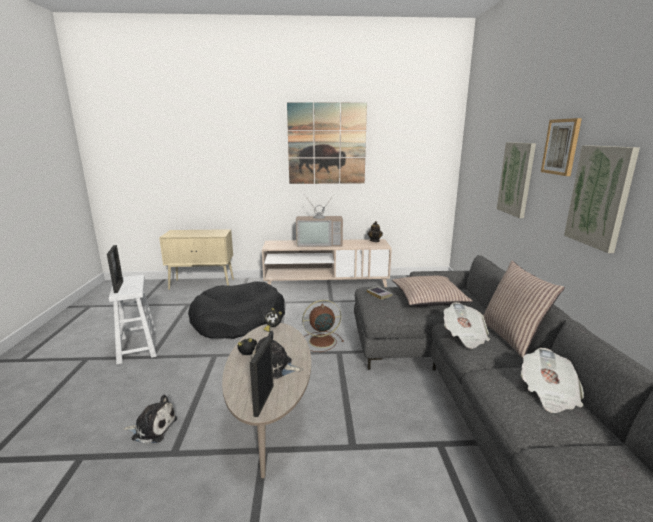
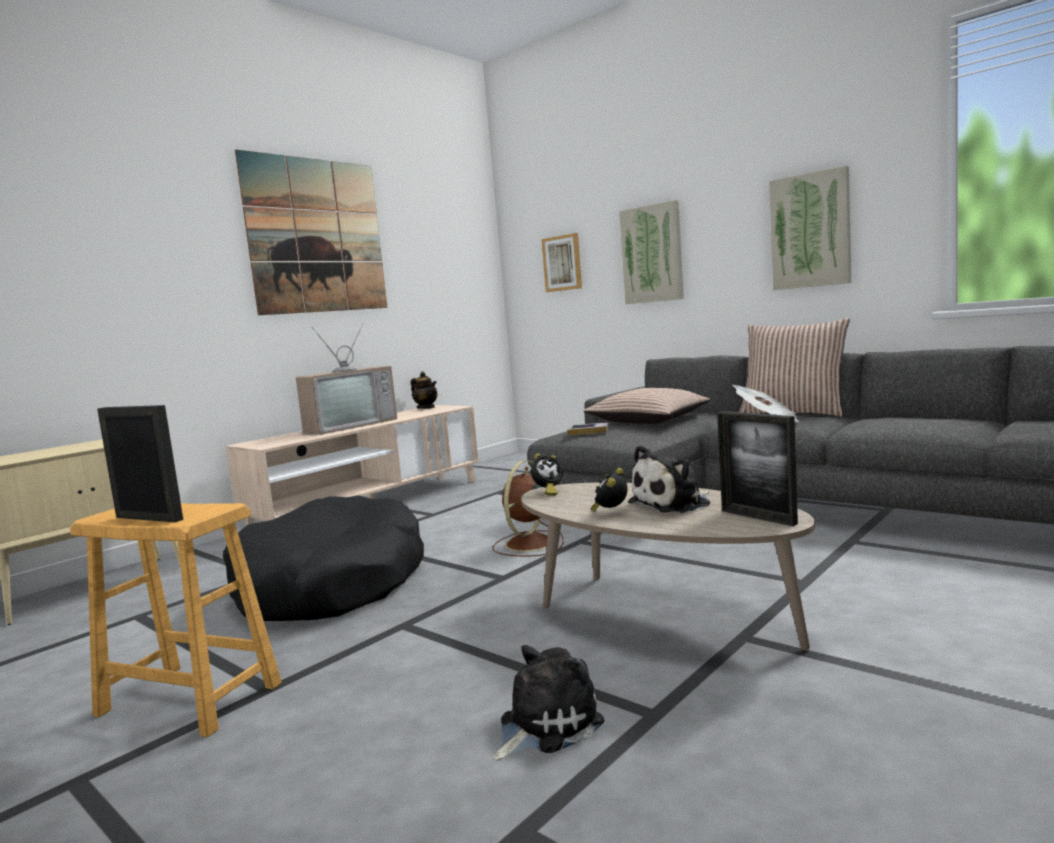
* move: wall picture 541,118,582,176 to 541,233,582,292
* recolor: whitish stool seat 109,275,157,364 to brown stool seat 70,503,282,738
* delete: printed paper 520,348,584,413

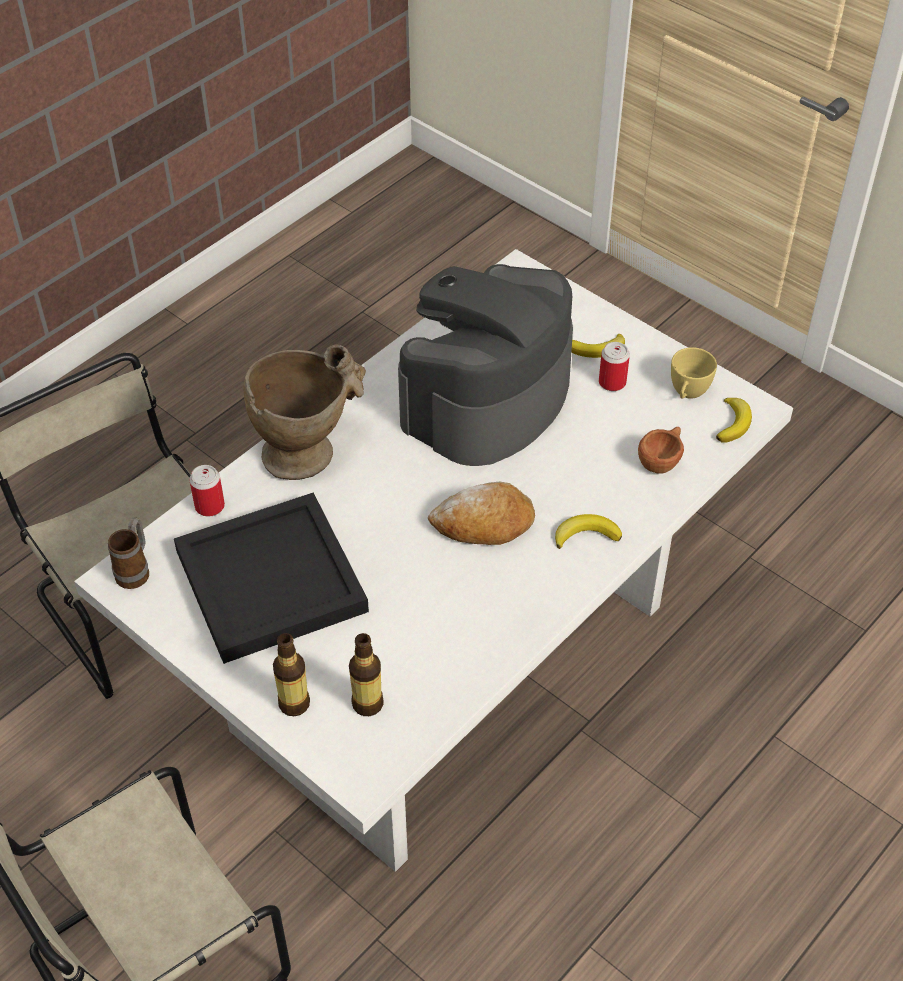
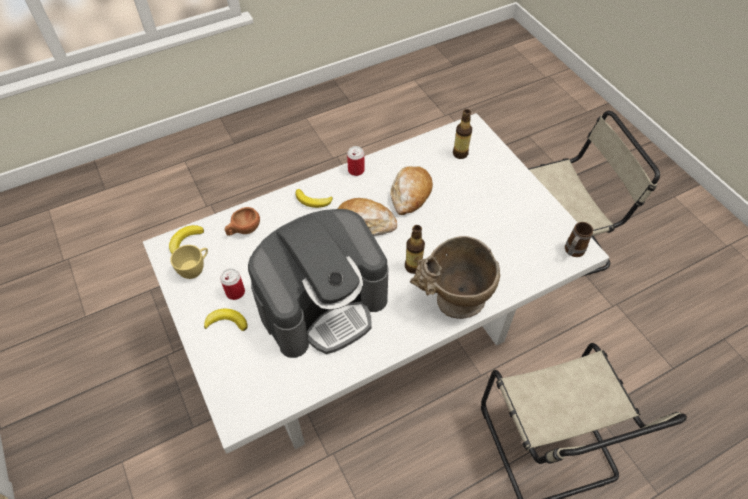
* move: sealed can 189,465,225,517 to 347,146,365,176
* delete: black carrying tray 174,493,369,664
* move: beverage bottle 273,633,310,716 to 405,225,425,274
* insert: bread 390,166,433,215

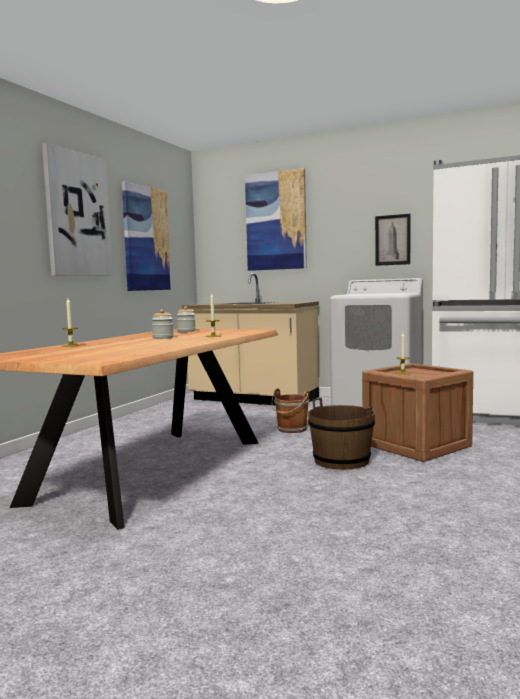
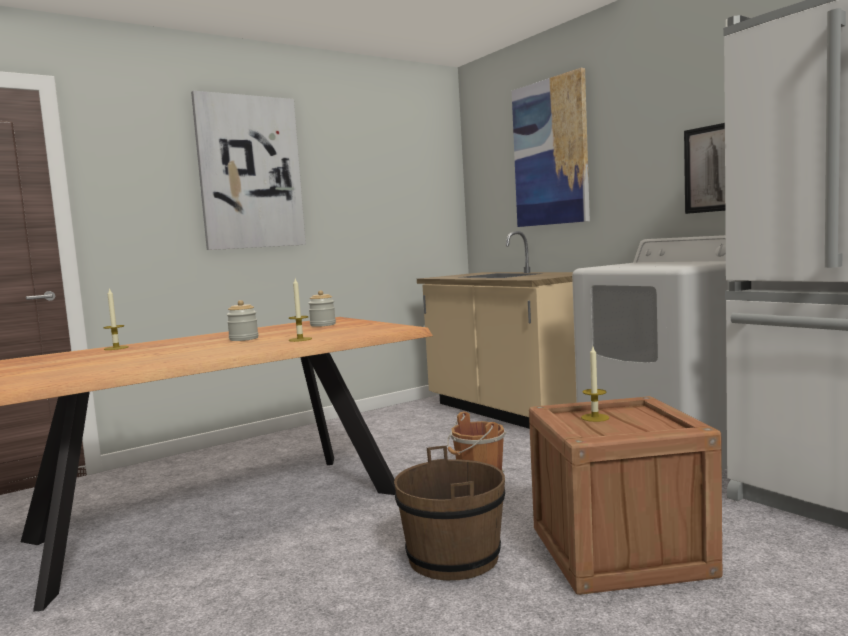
* delete: wall picture 122,181,171,291

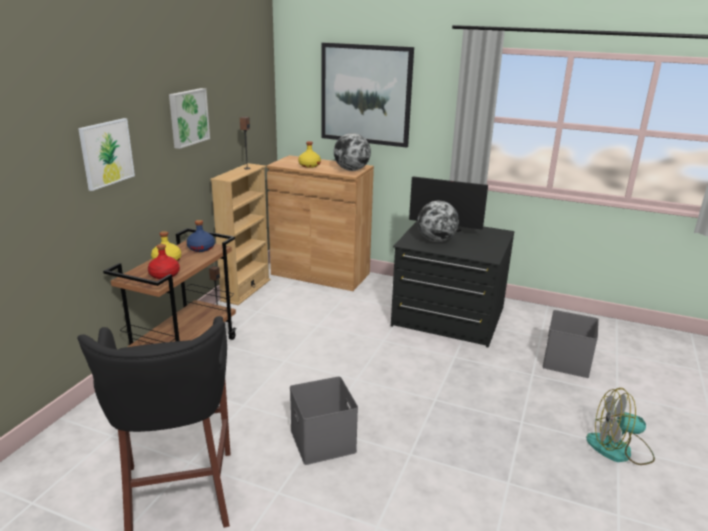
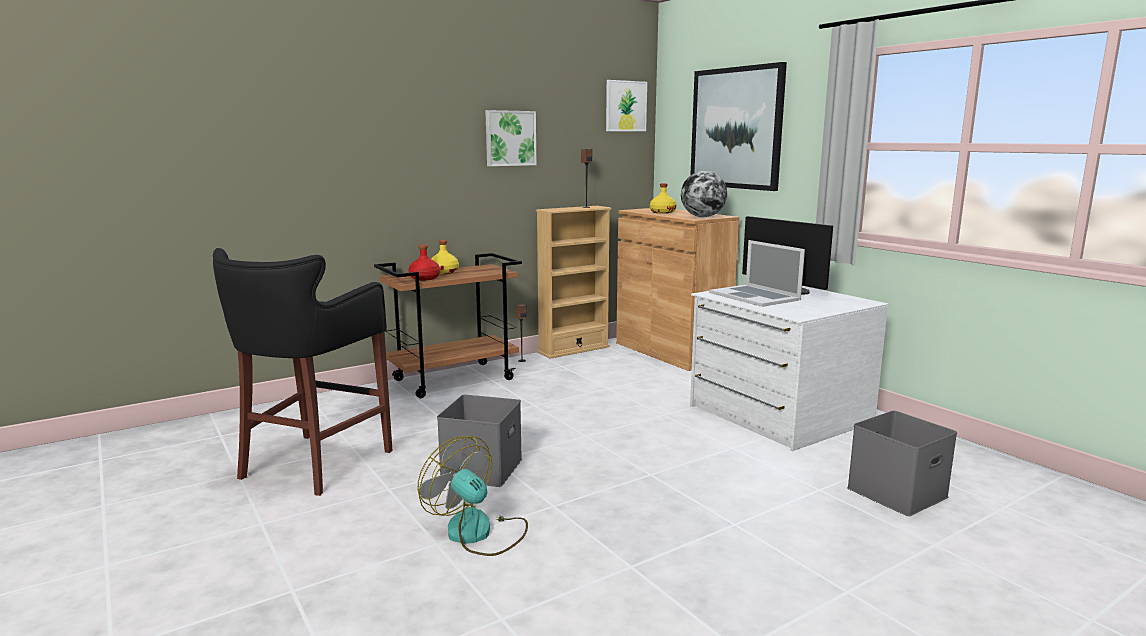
* move: wall picture 78,118,135,191 to 606,80,647,131
* replace: world globe 417,201,459,242 to laptop 709,240,805,307
* delete: blue-coloured beverage bottle 187,220,215,252
* recolor: black dresser 391,221,515,347 to whitish dresser 690,286,889,451
* move: fan 586,388,655,465 to 418,436,528,556

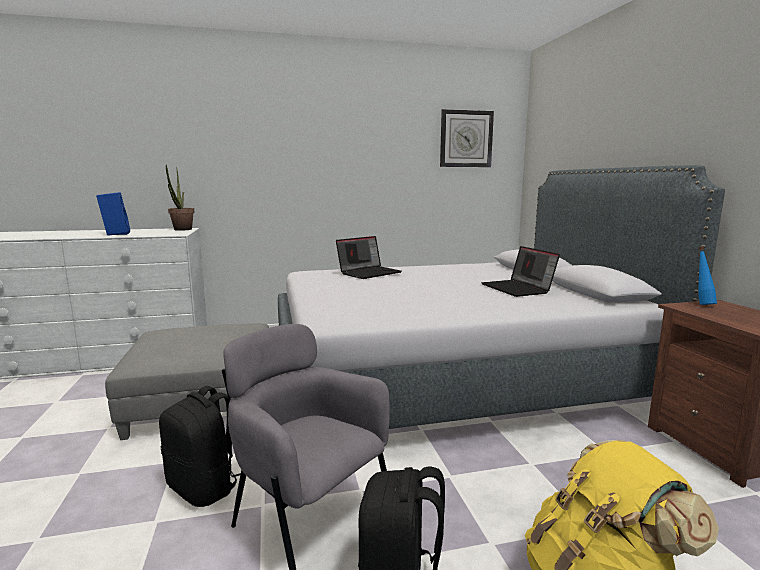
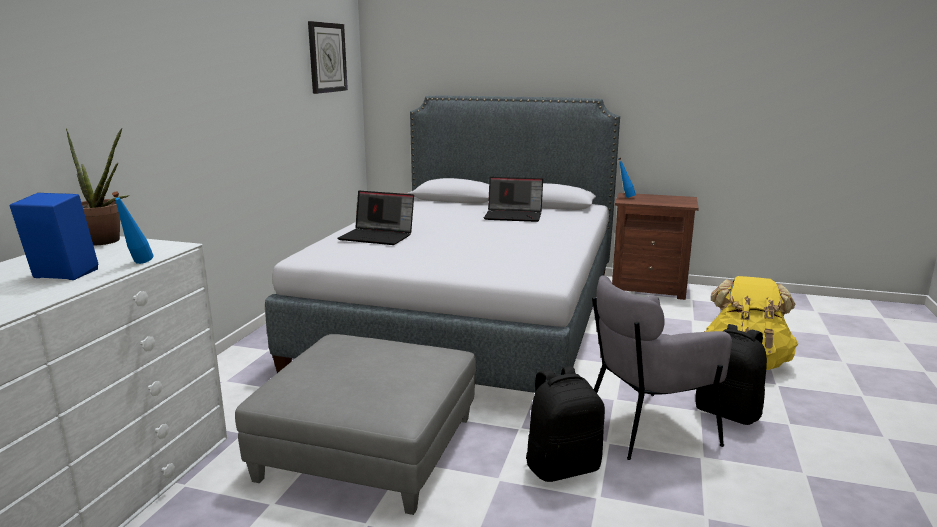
* rotate: laptop 336,236,402,279 = 338,191,414,245 120 degrees clockwise
* insert: blue-coloured beverage bottle 112,192,153,264

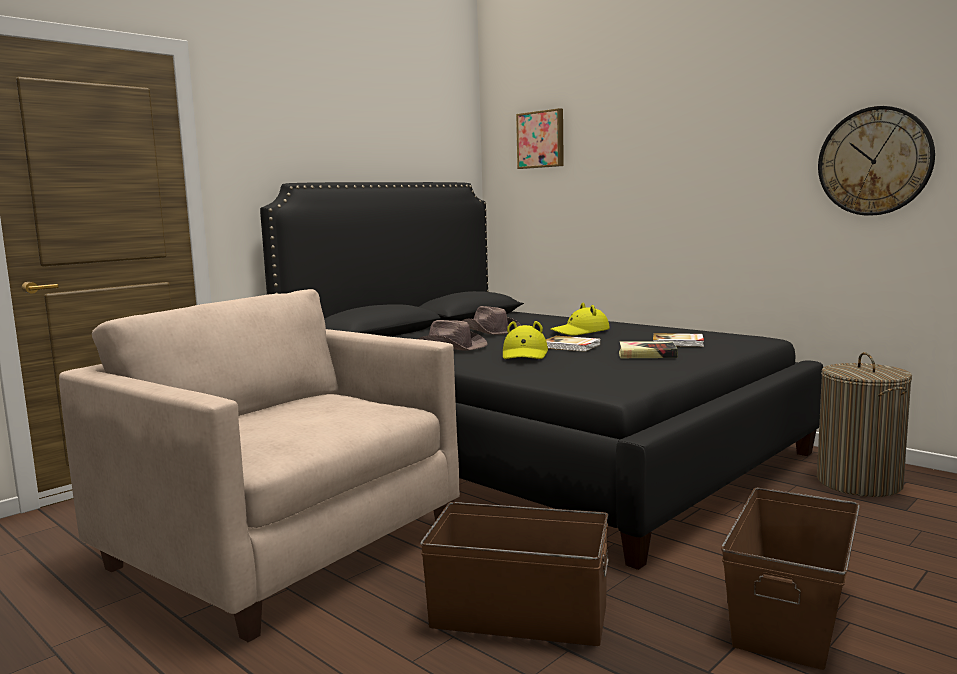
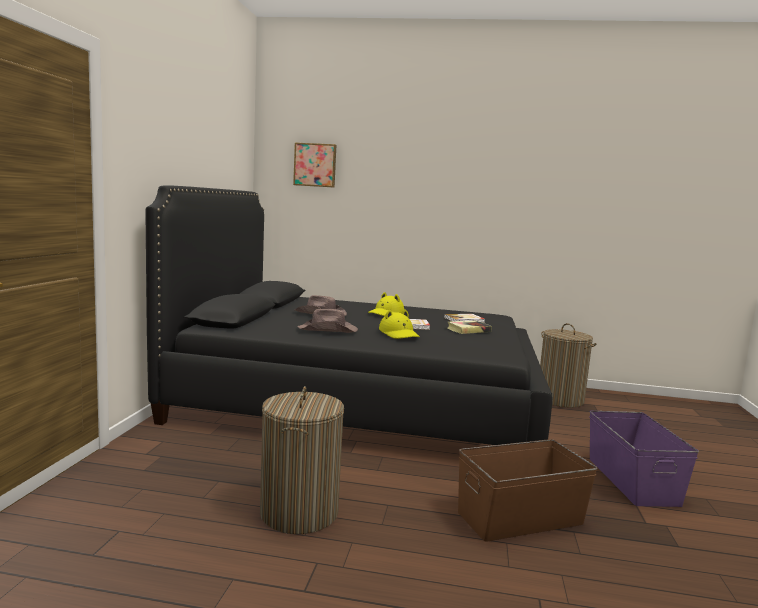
* delete: clock on the wall 818,106,935,216
* replace: sand-coloured lounge chair 59,289,460,642 to washing basket 260,386,344,534
* recolor: brown storage bin 721,488,860,670 to purple storage bin 589,411,699,507

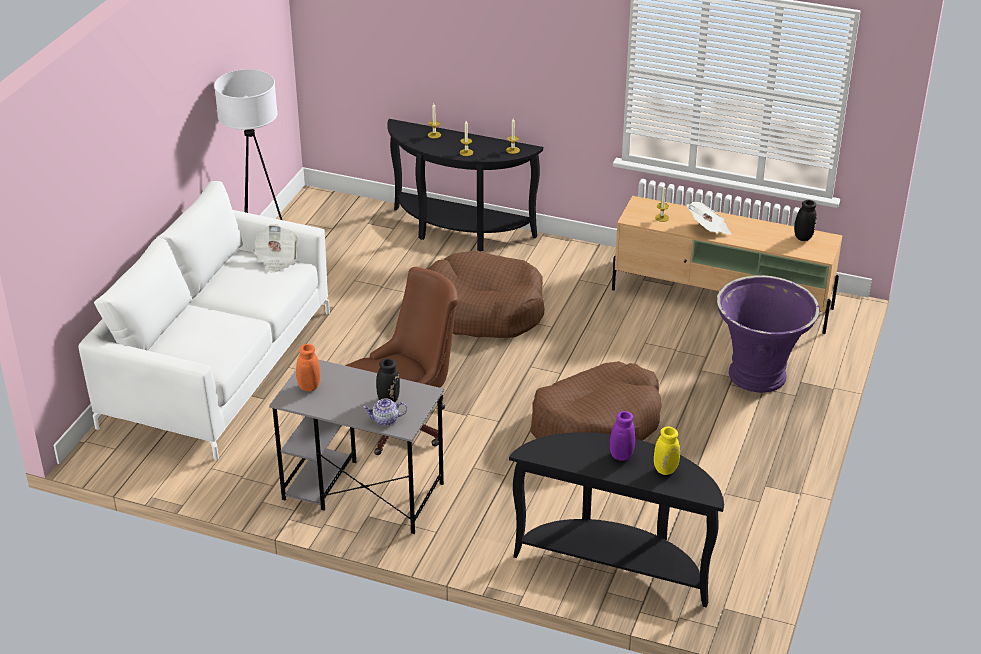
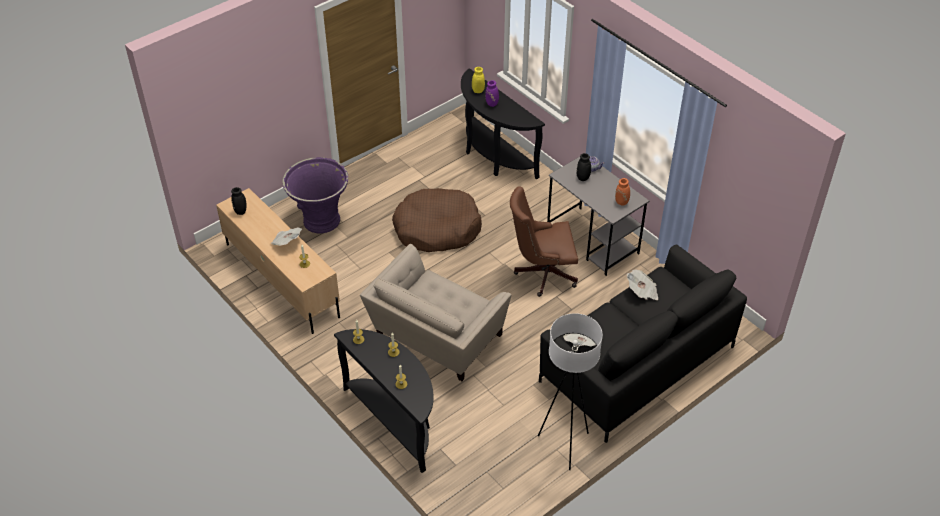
* recolor: whitish settee 78,181,330,460 to black settee 539,244,747,443
* replace: brown pet bed 427,251,544,338 to sand-coloured lounge chair 360,244,512,381
* insert: printed paper 627,270,658,300

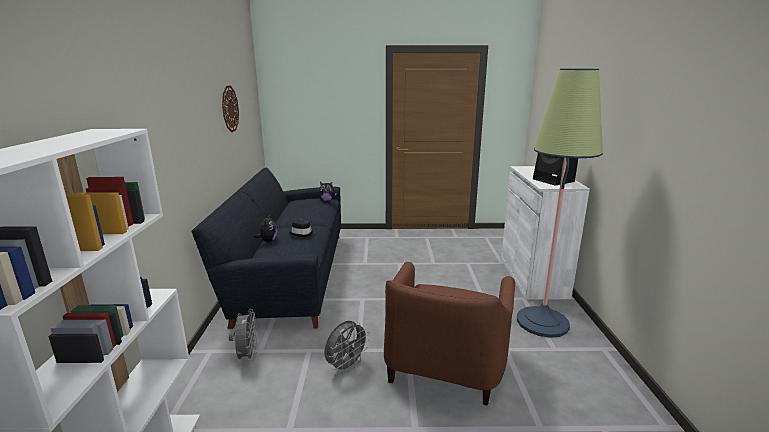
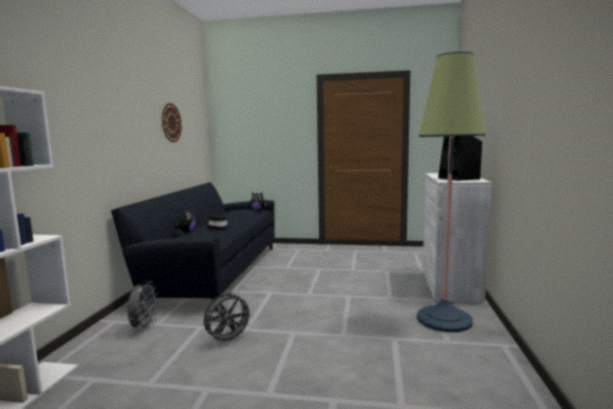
* delete: brown lounge chair 384,262,515,406

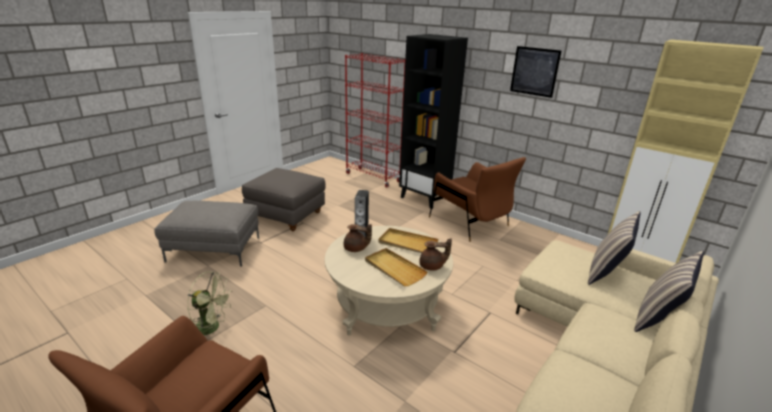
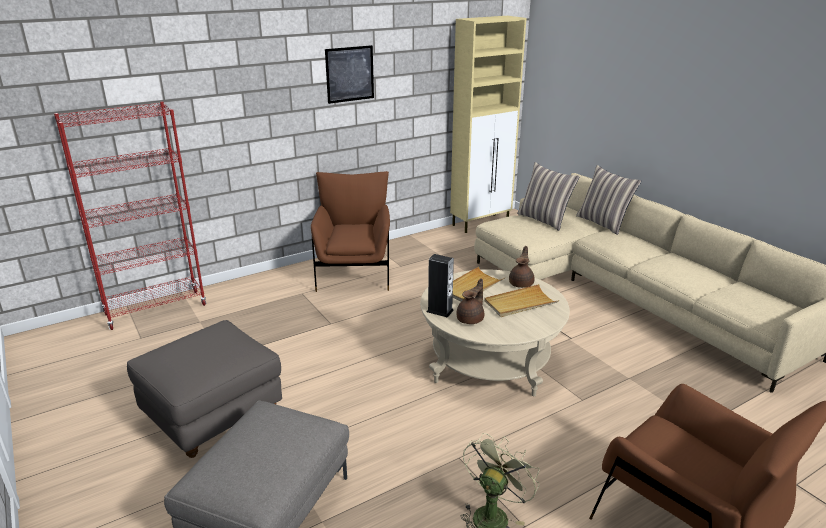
* delete: black bookcase 399,34,468,209
* rotate: brown lounge chair 429,157,526,242 = 311,171,390,292 75 degrees counterclockwise

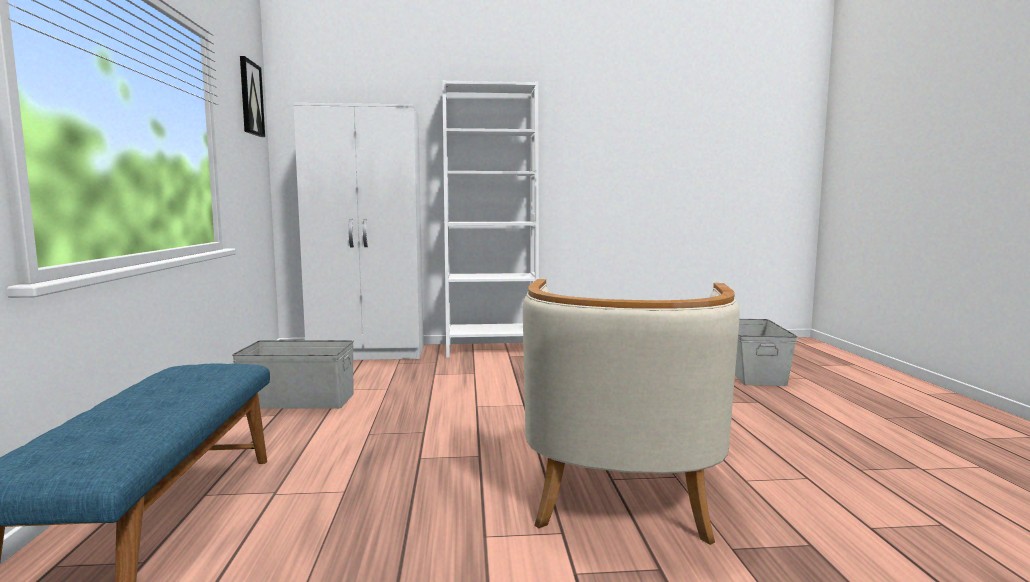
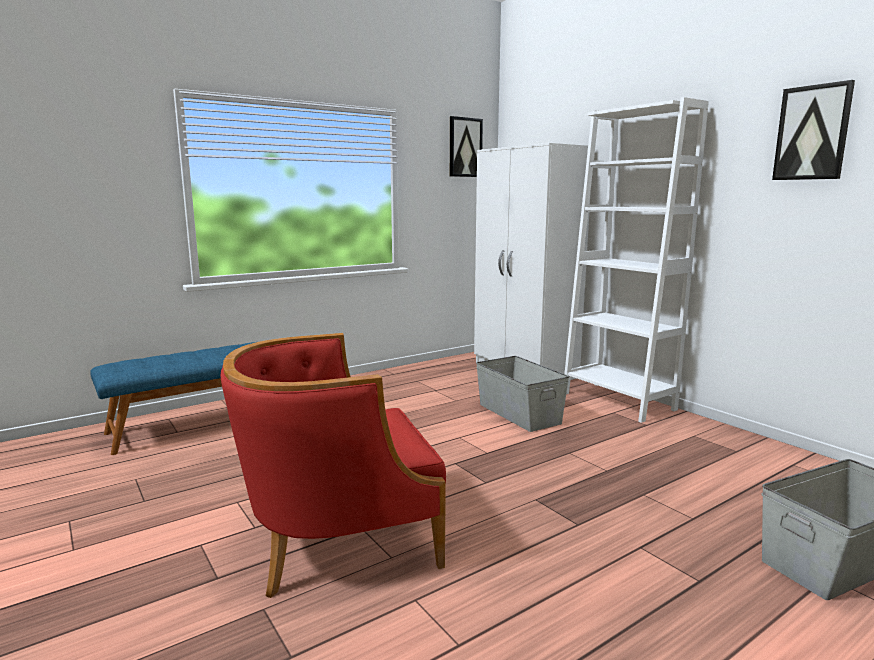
* recolor: sand-coloured lounge chair 523,279,740,545 to reddish lounge chair 221,333,446,598
* move: grey storage bin 232,340,354,409 to 476,356,569,432
* insert: wall picture 772,80,855,180

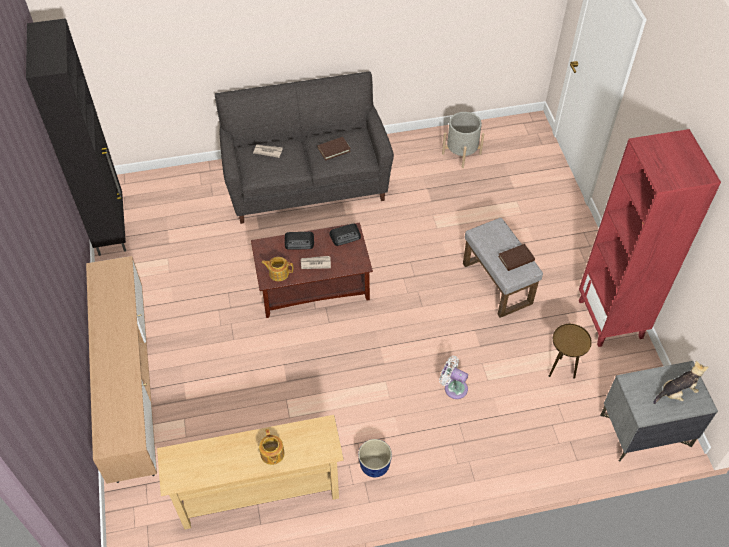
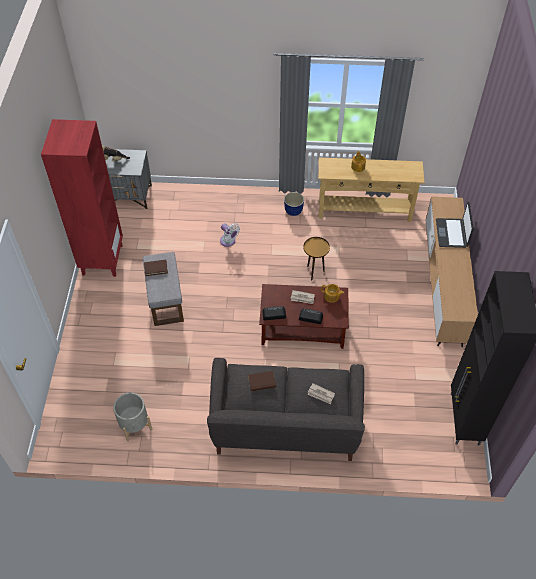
* move: brown end table 549,324,592,379 to 303,237,330,280
* insert: laptop 436,202,474,248

